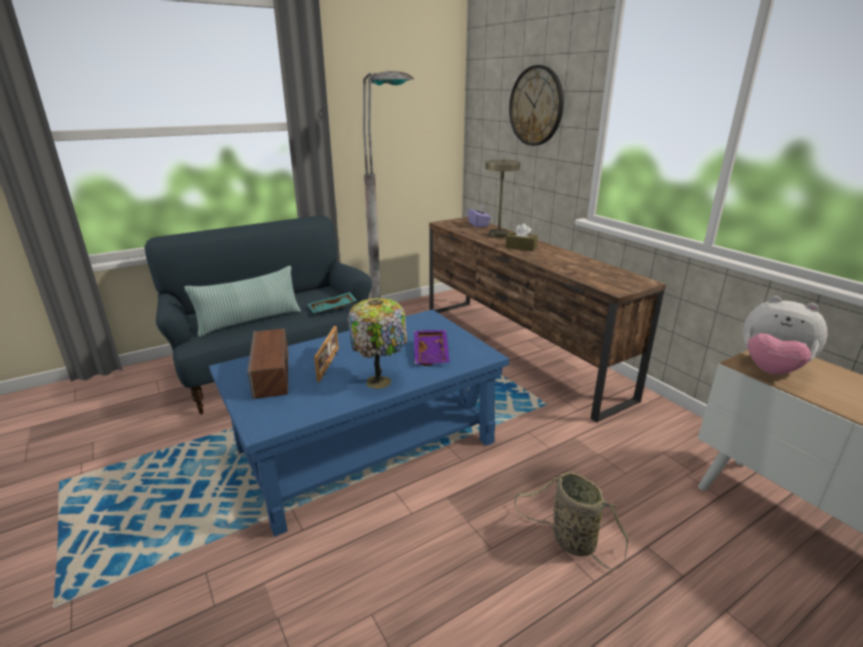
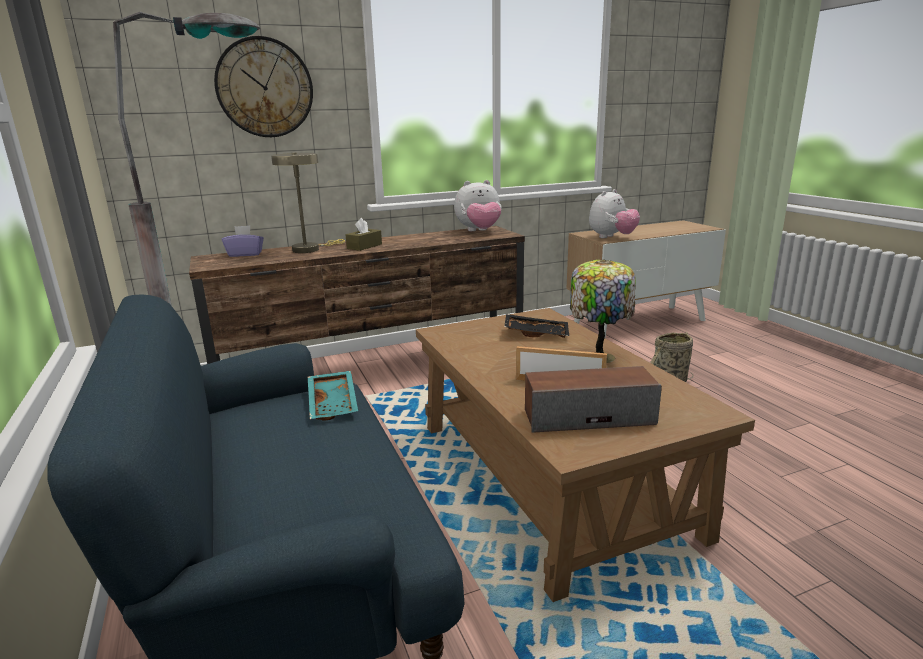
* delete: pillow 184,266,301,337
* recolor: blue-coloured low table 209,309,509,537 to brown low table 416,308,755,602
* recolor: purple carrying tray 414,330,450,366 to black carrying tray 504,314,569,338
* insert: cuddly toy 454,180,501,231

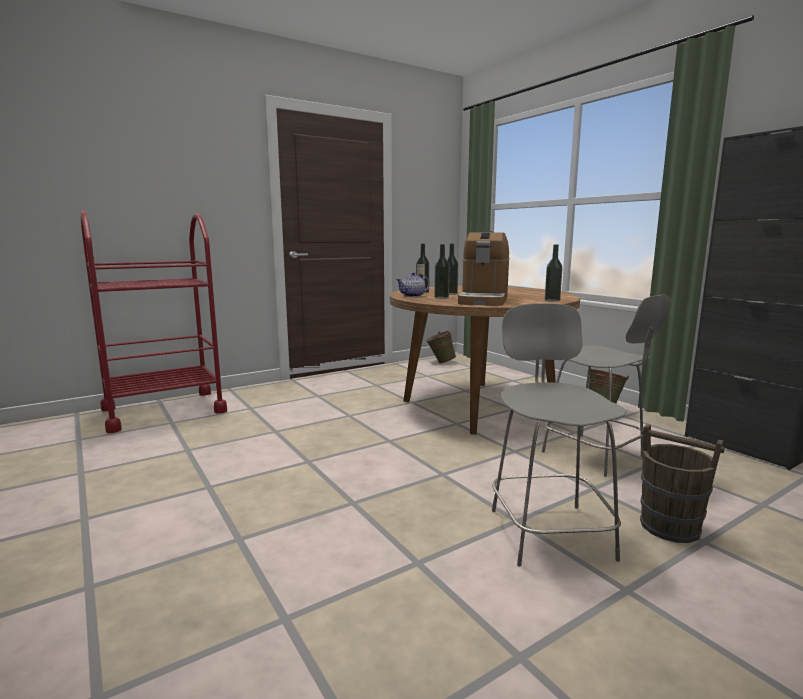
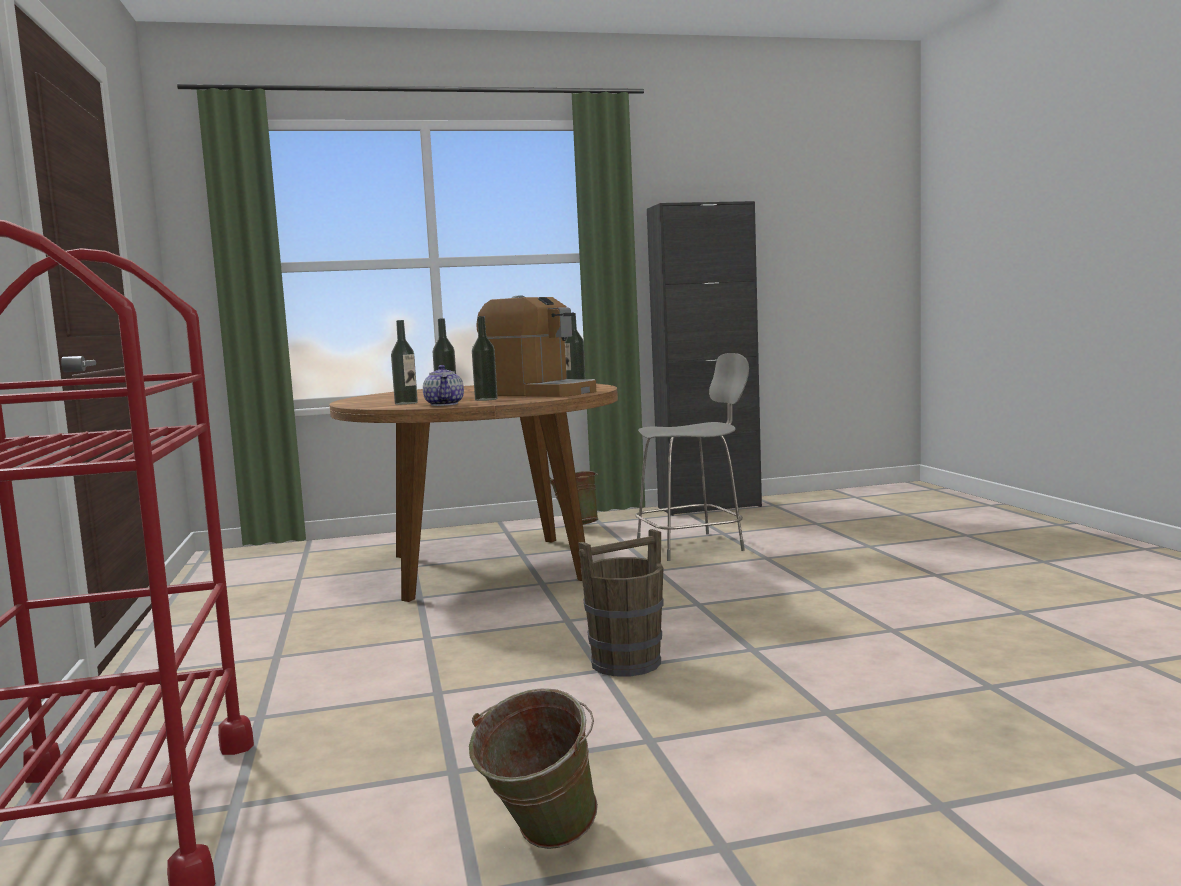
* delete: grey plain chair 492,303,626,566
* move: greenish bucket 426,331,456,363 to 469,688,598,849
* move: brown bucket 640,424,725,543 to 578,529,664,677

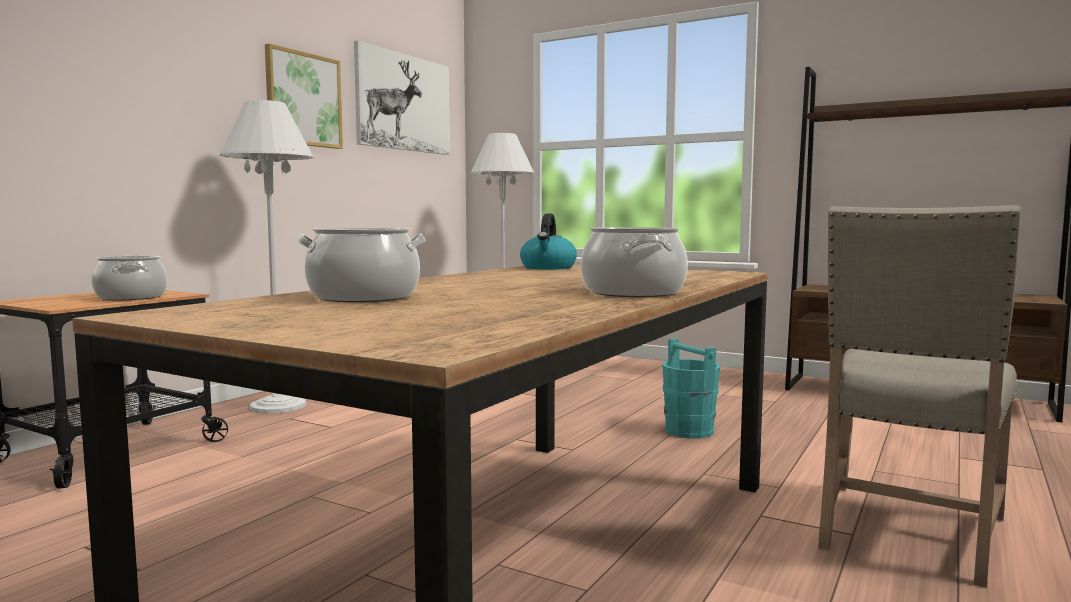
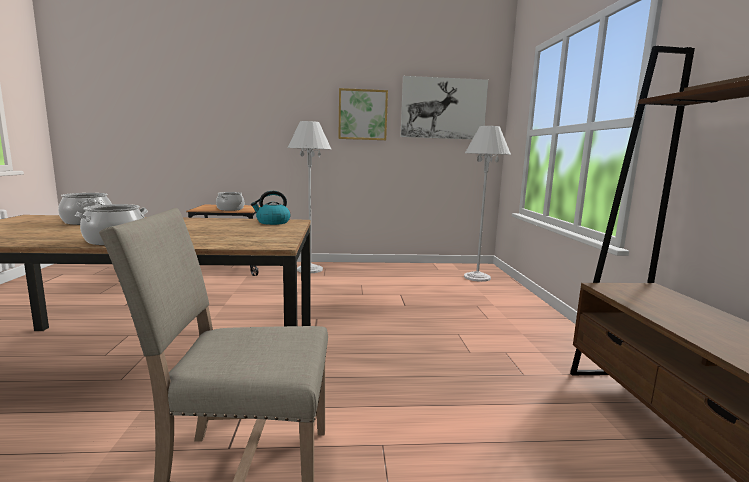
* delete: blue-green bucket 662,338,720,438

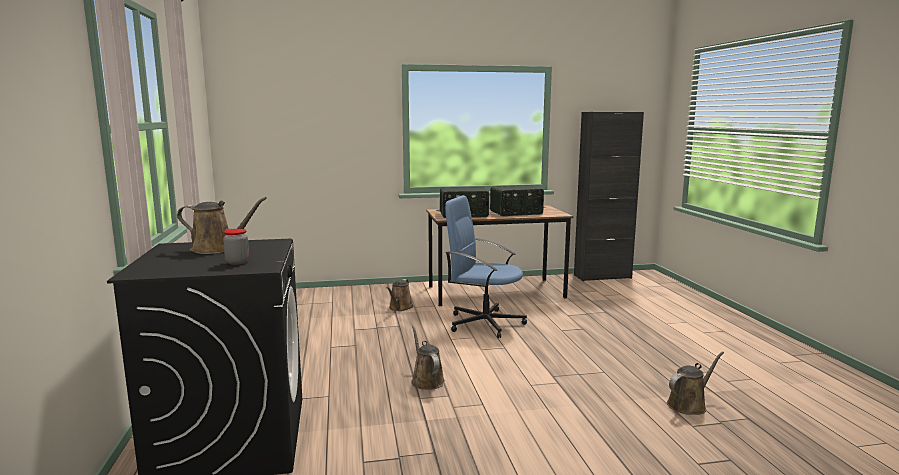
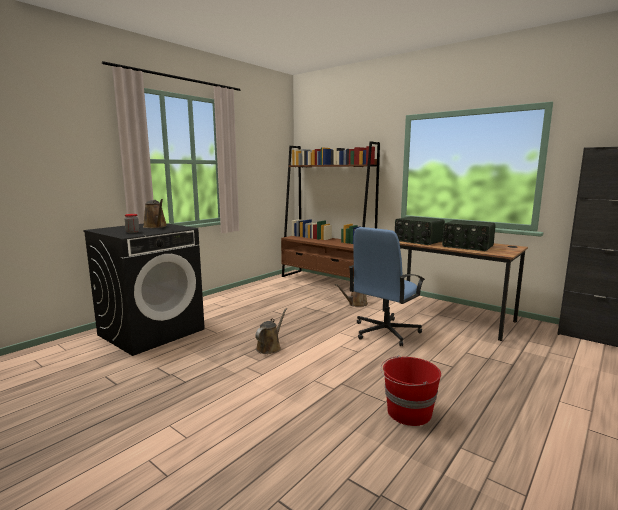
* rotate: blue-coloured desk chair 445,195,527,338 = 349,227,425,346 120 degrees counterclockwise
* delete: brown sprinkling can 667,351,724,415
* insert: brown bookcase 281,141,380,278
* insert: reddish bucket 380,355,441,426

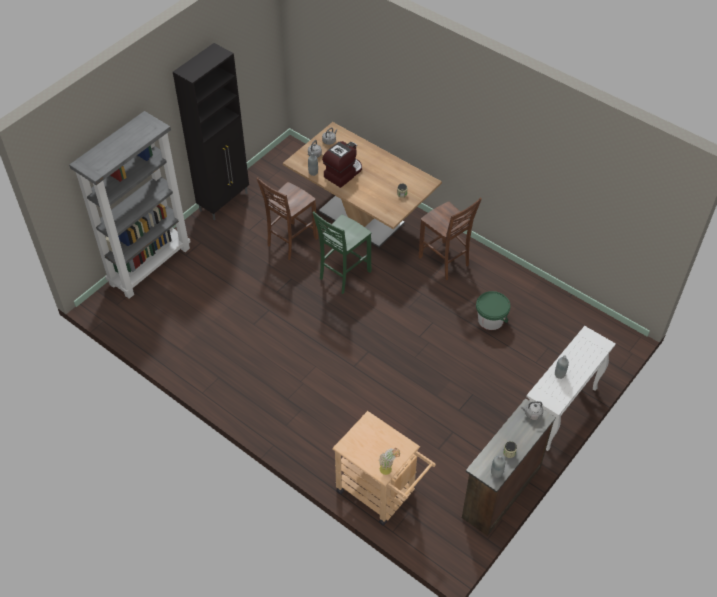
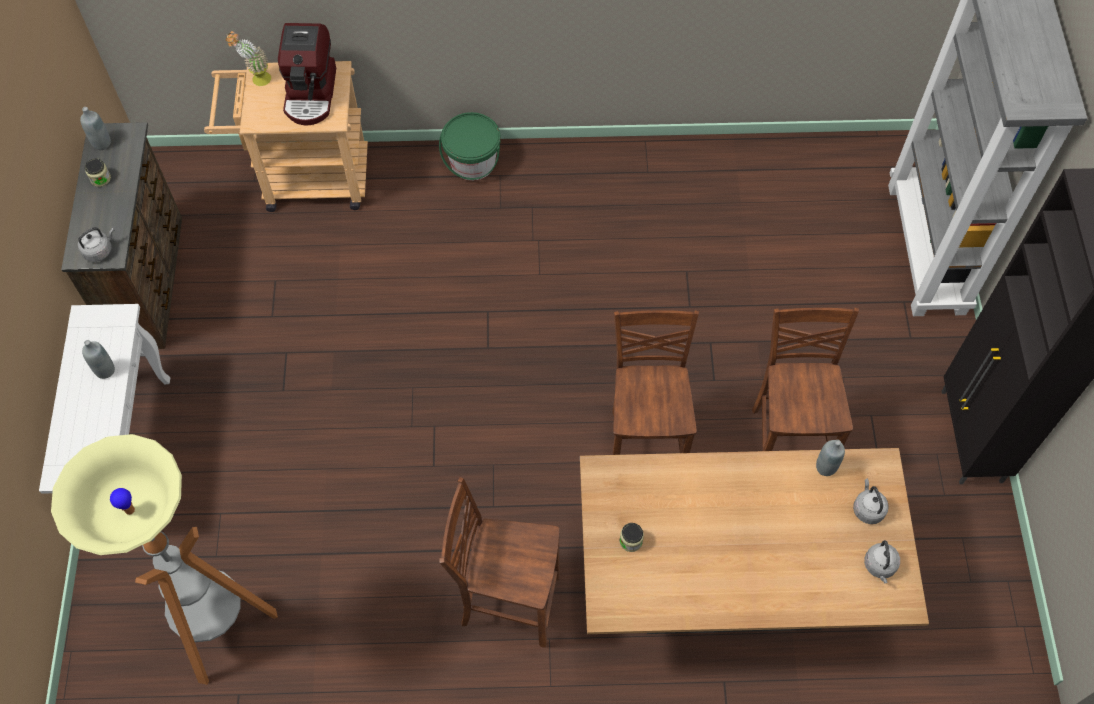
* move: coffee maker 322,141,362,188 to 278,23,336,126
* recolor: greenish plain chair 312,211,371,294 to brown plain chair 612,310,699,455
* move: greenish bucket 476,291,511,330 to 439,112,501,180
* insert: standing lamp 51,434,278,685

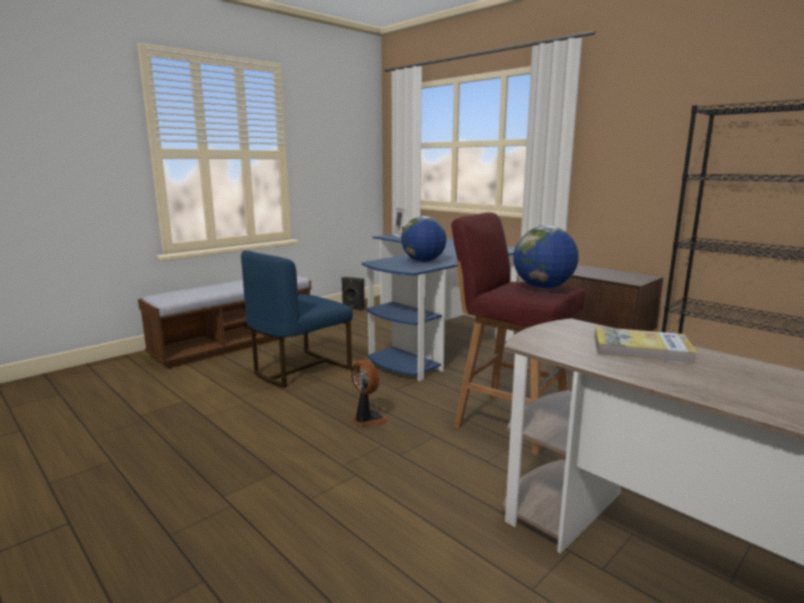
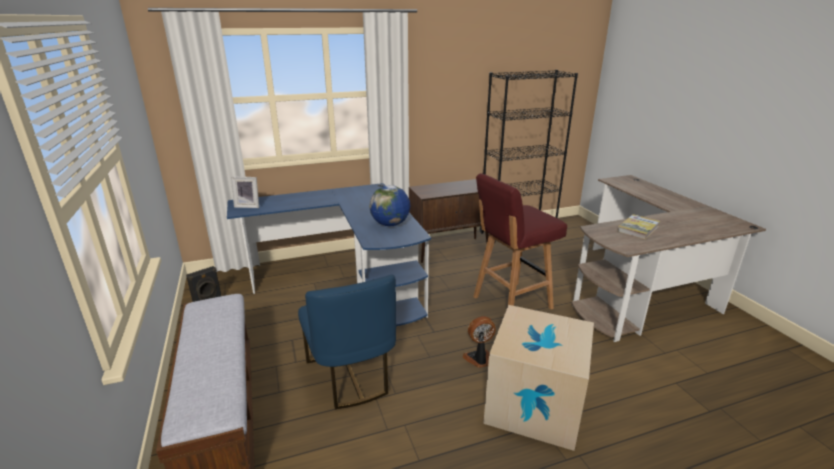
* delete: world globe 513,226,578,289
* insert: cardboard box 483,305,594,451

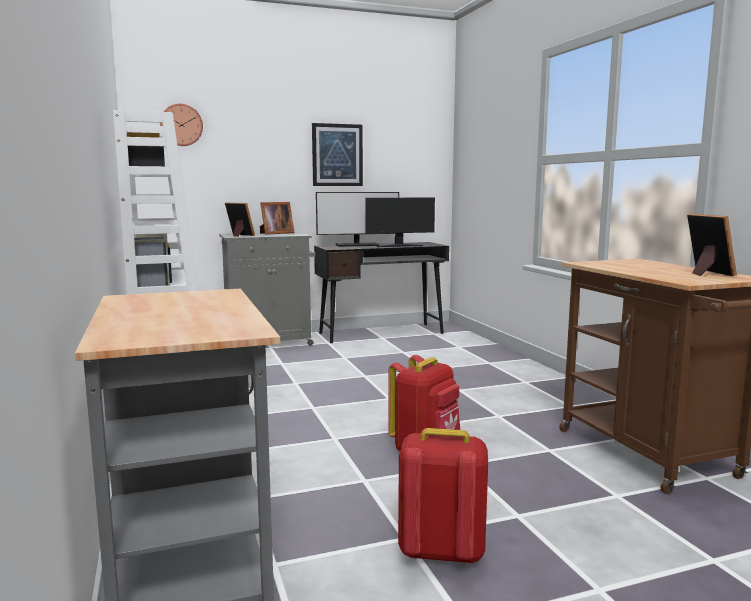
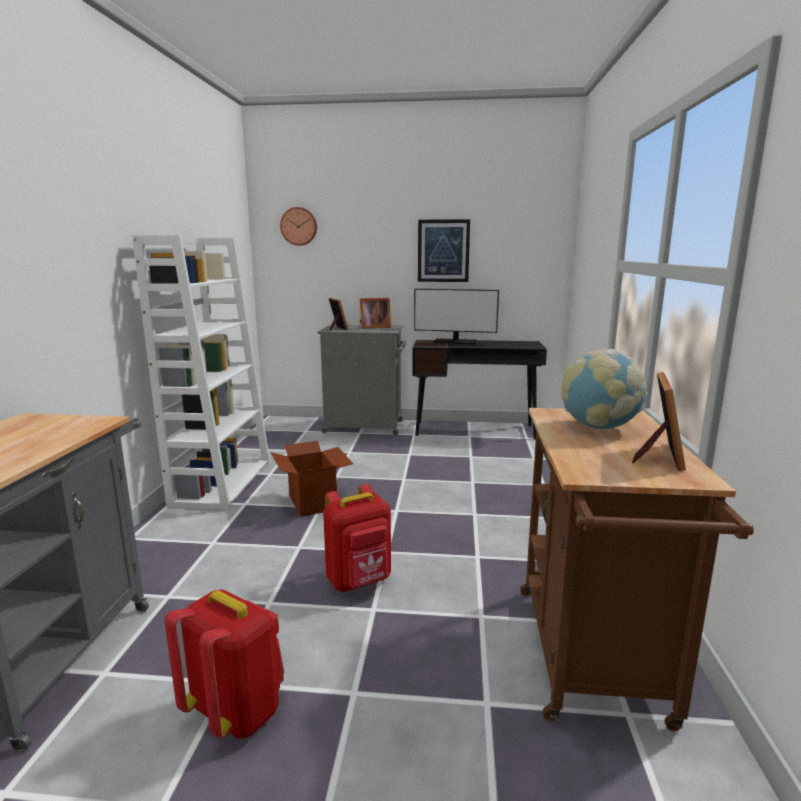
* delete: computer display 365,197,435,247
* insert: world globe 561,349,648,429
* insert: cardboard box 270,441,353,517

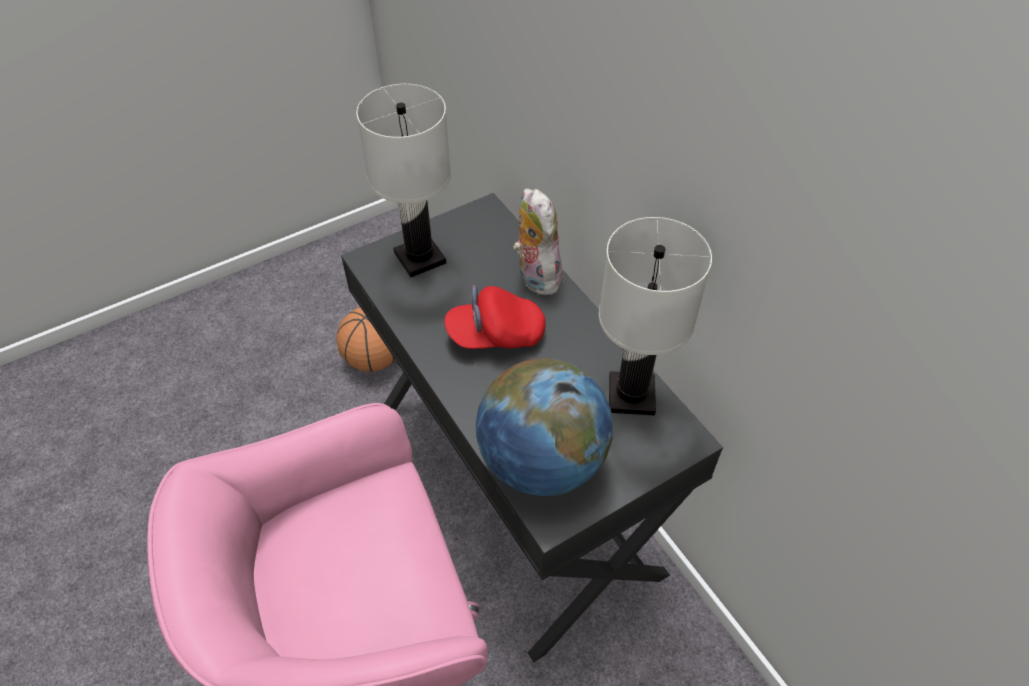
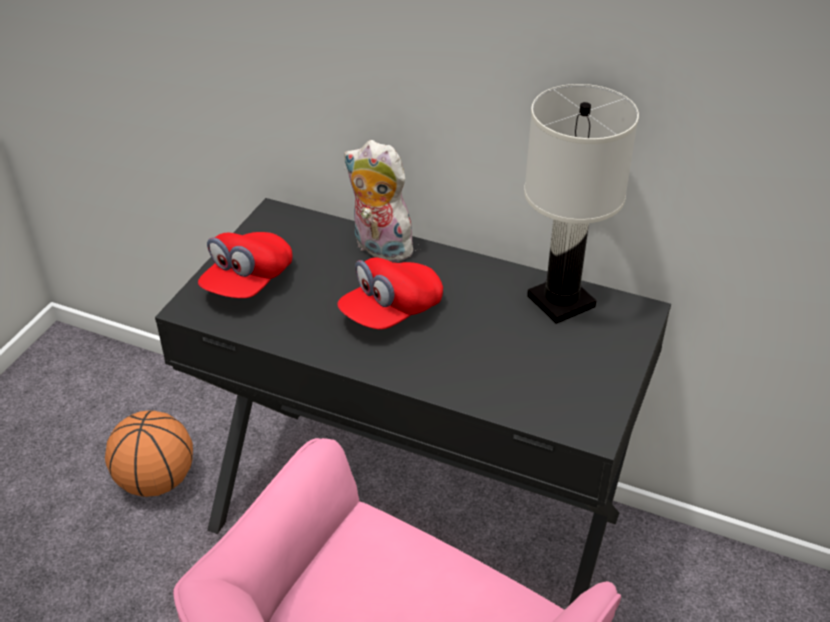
* replace: whitish tabletop lamp 356,84,451,277 to reddish baseball cap 198,232,292,298
* delete: world globe 476,358,613,496

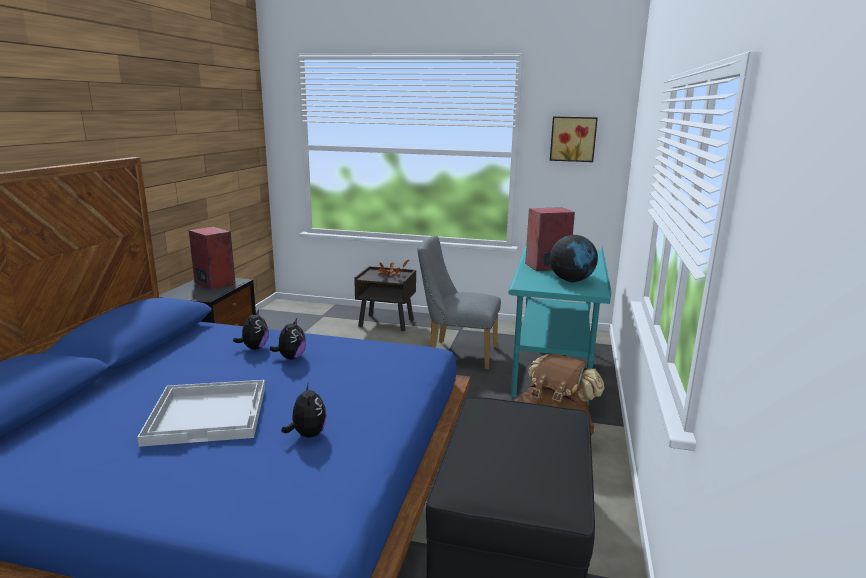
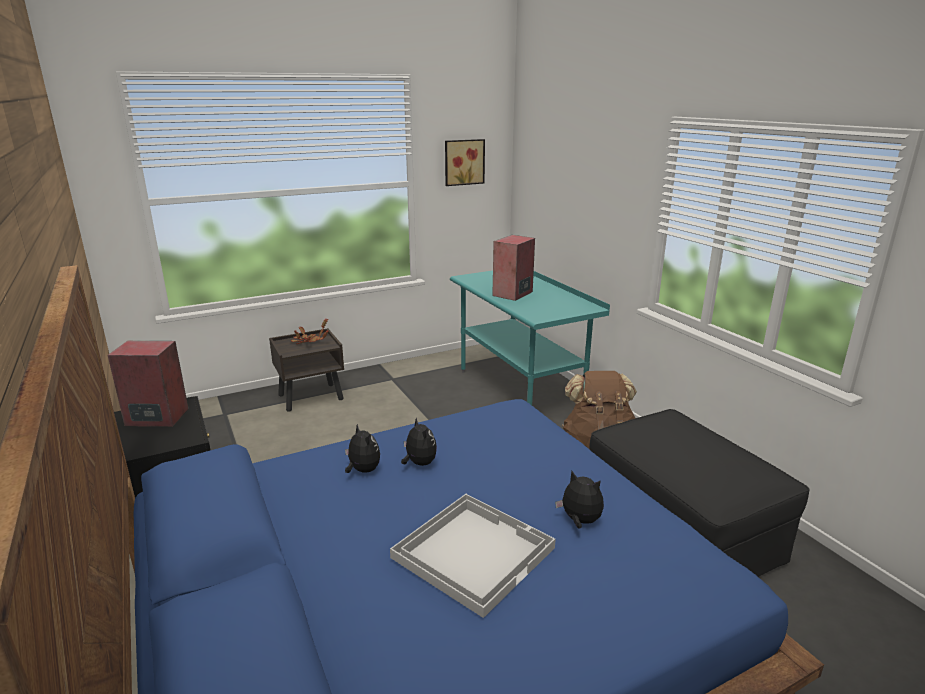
* delete: world globe 550,235,598,282
* delete: grey plain chair 417,236,501,370

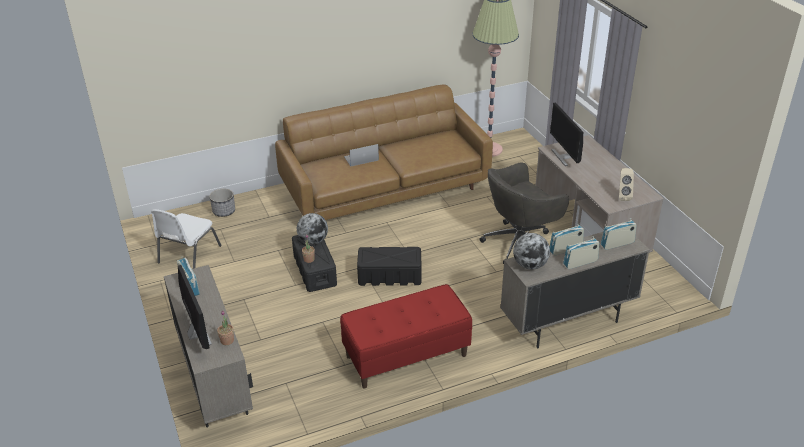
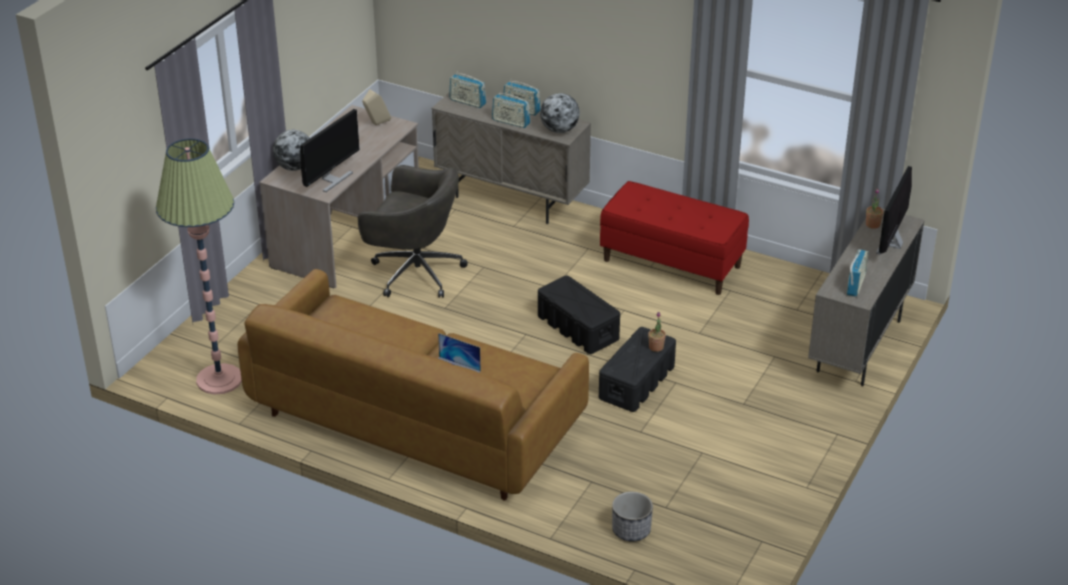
* delete: whitish plain chair 151,209,222,269
* move: world globe 297,213,328,244 to 273,130,310,171

